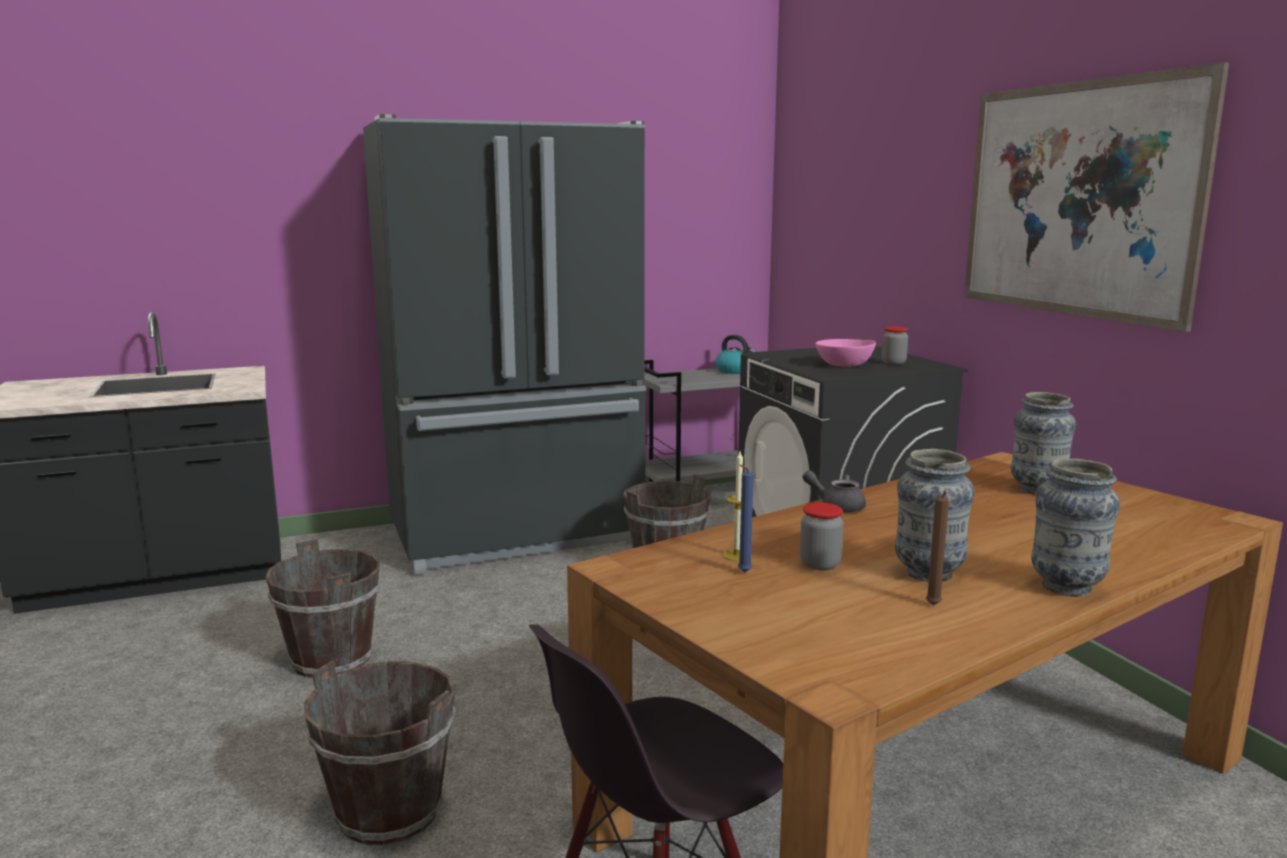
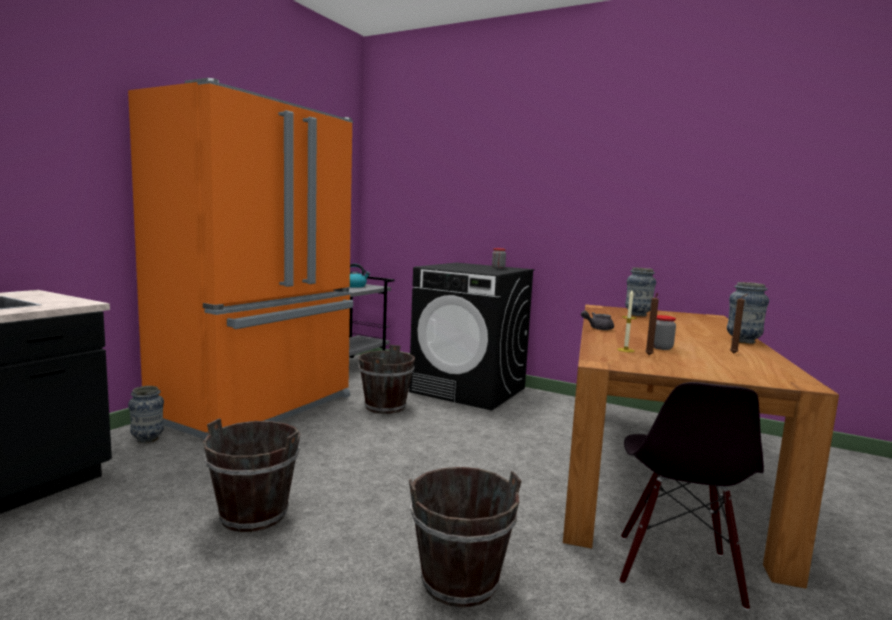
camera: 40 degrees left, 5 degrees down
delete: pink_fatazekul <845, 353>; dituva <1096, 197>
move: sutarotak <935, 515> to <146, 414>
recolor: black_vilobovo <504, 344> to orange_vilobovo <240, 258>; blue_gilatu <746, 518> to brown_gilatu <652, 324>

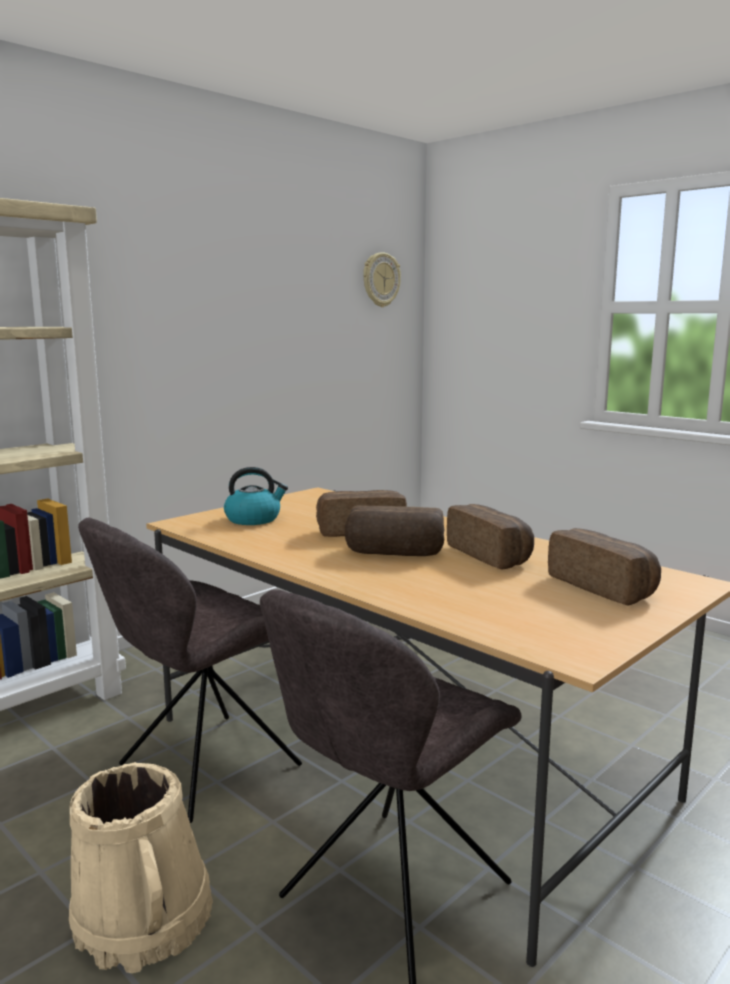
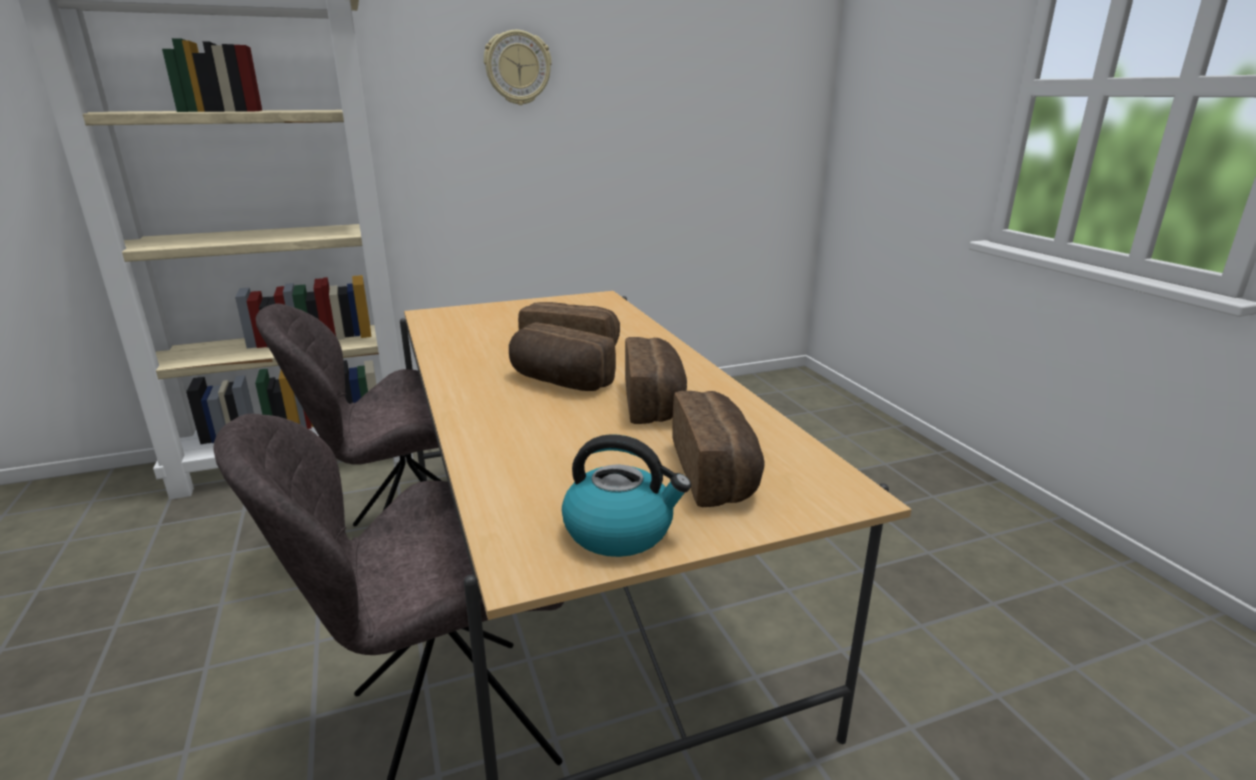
camera: 25 degrees right, 10 degrees up
delete: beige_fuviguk <141, 867>
move: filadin <256, 496> to <626, 495>; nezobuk <382, 279> to <518, 67>

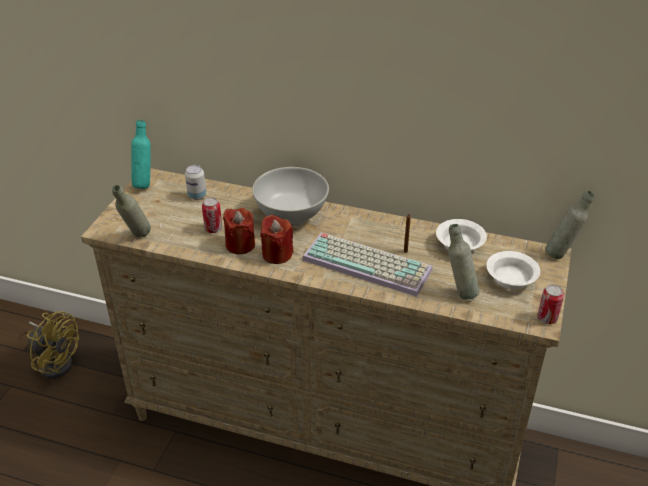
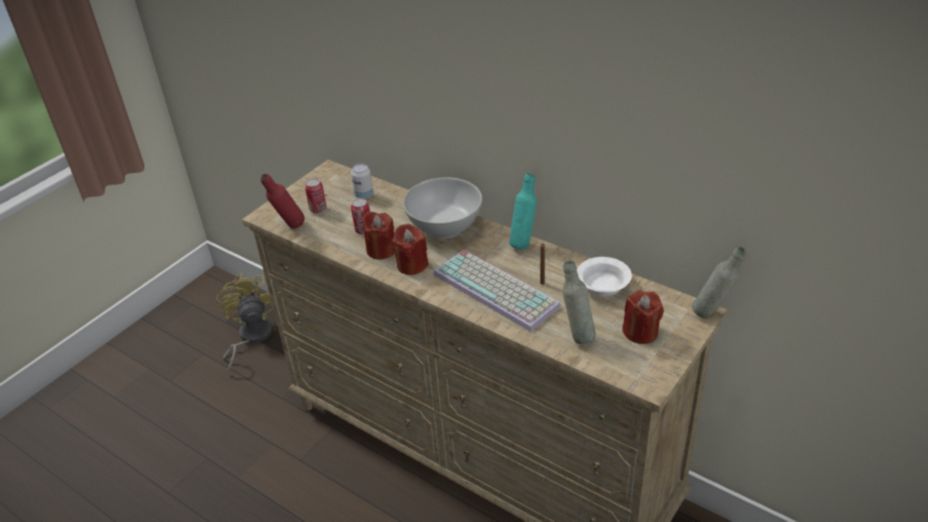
camera: 20 degrees right, 0 degrees up
move: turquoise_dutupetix <141, 154> to <523, 211>; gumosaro <550, 304> to <316, 195>
replace: white_fatazekul <513, 270> to red_gilatu <643, 317>
recolor: grey_dutupetix <131, 211> to red_dutupetix <282, 201>
rotate: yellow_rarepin <53, 345> = <244, 324> 150 degrees counterclockwise

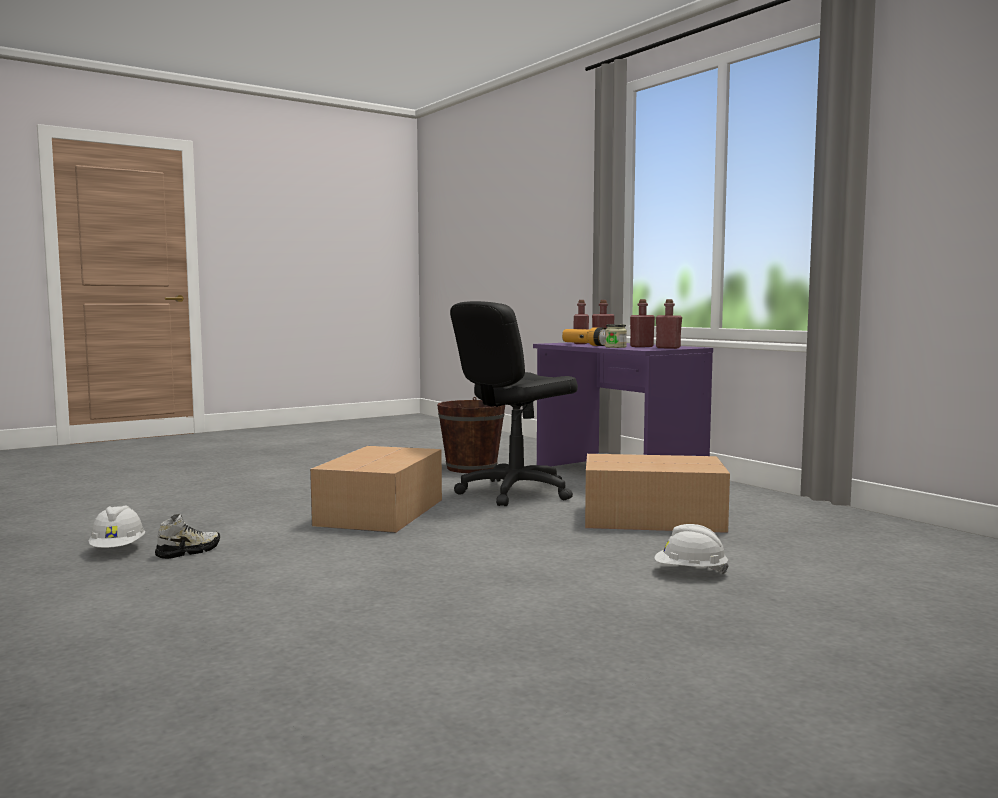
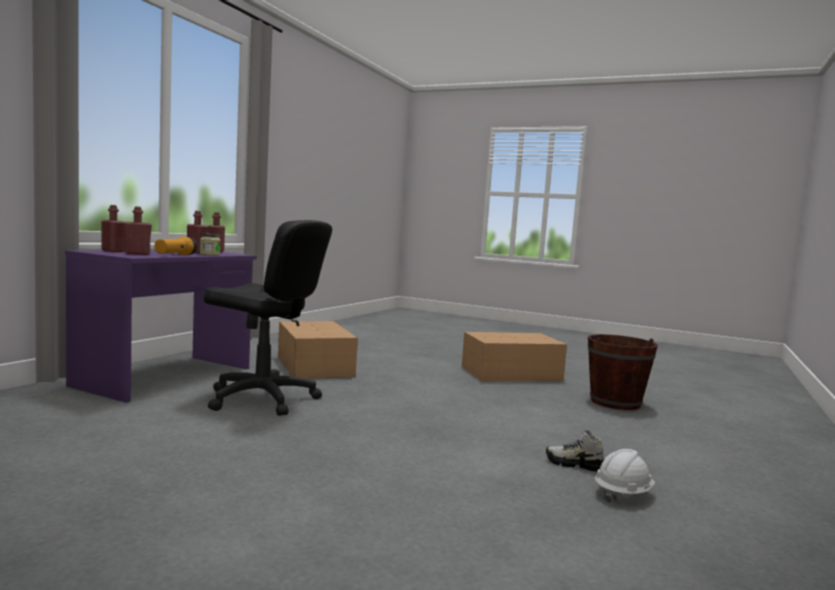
camera: 120 degrees left, 0 degrees up
delete: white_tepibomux <692, 549>
move: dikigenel <376, 489> to <514, 356>; brown_fuviguk <471, 435> to <623, 372>

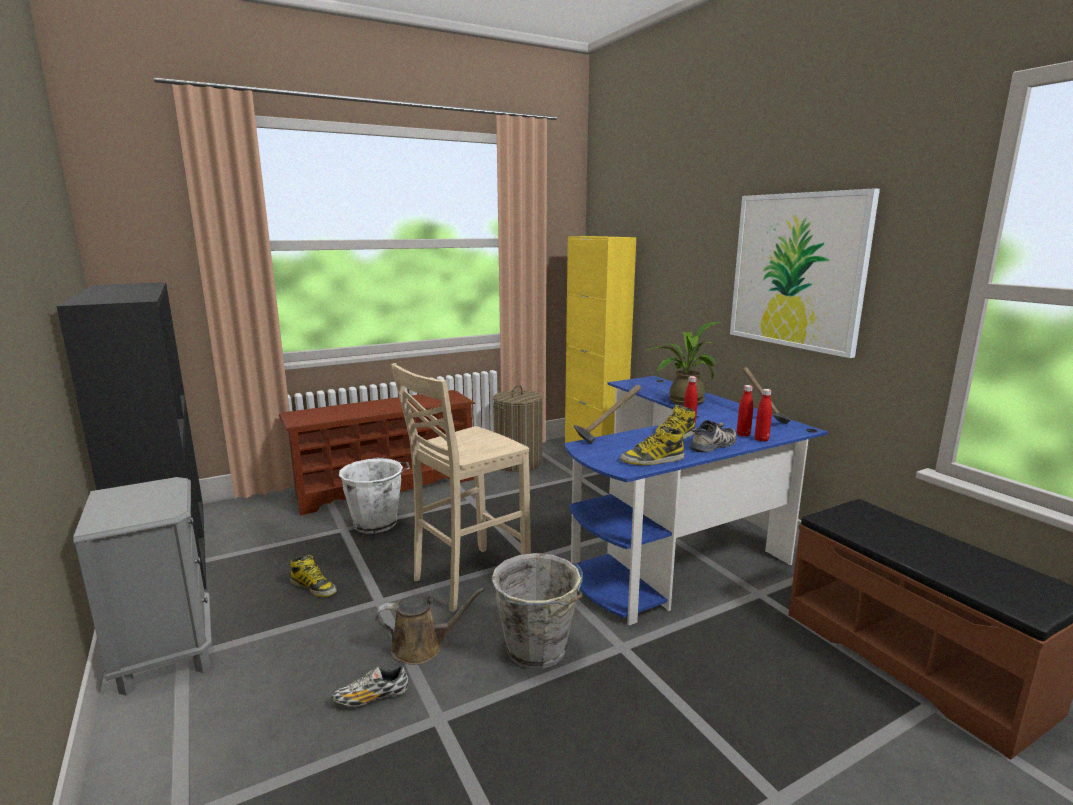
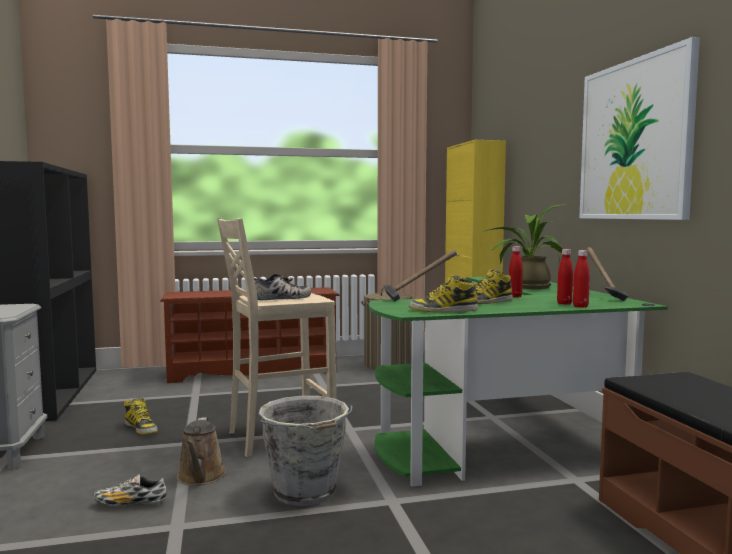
camera: 15 degrees right, 10 degrees down
delete: white_fuviguk <374, 496>
move: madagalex <713, 436> to <283, 287>
recolor: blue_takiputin <696, 500> to green_takiputin <518, 382>
rotate: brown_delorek <430, 626> = <201, 451> 75 degrees clockwise

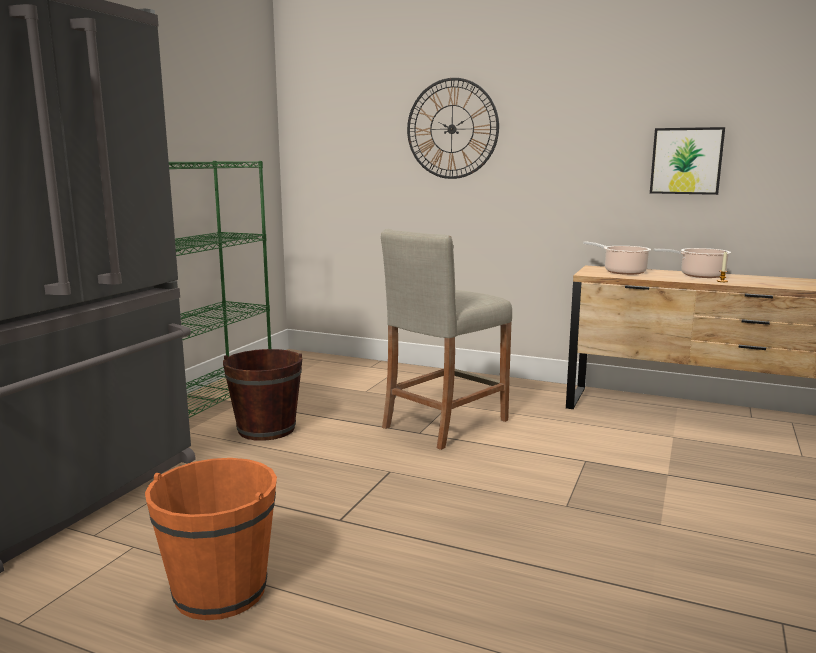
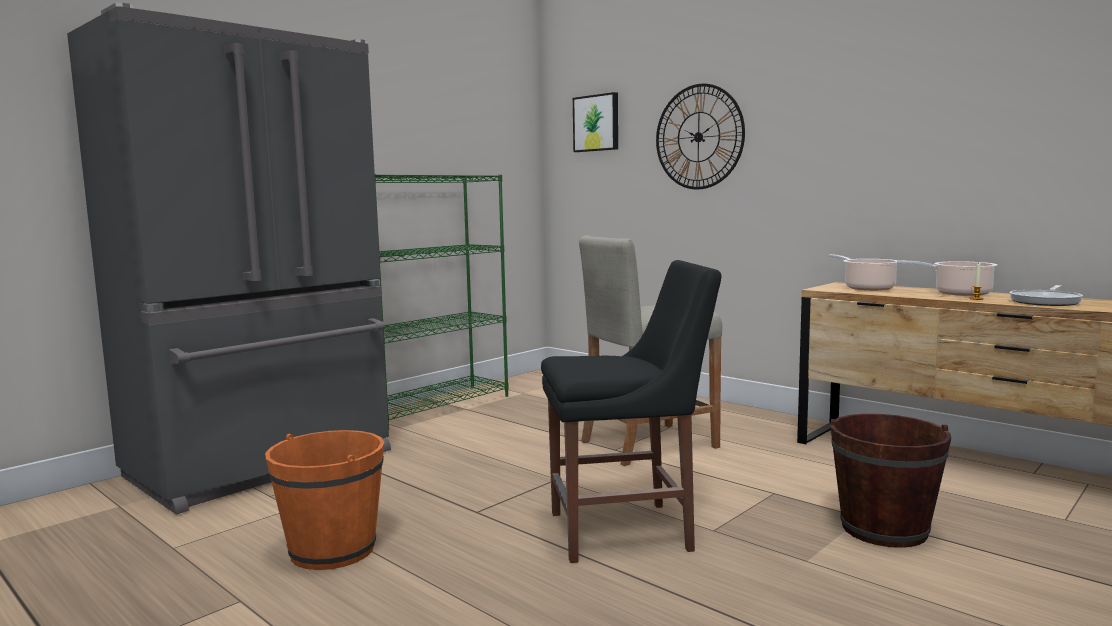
camera: 20 degrees right, 5 degrees down
insert: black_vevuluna <631, 411>; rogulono <1046, 295>
move: brown_fuviguk <263, 395> to <890, 481>; dituva <687, 161> to <595, 122>

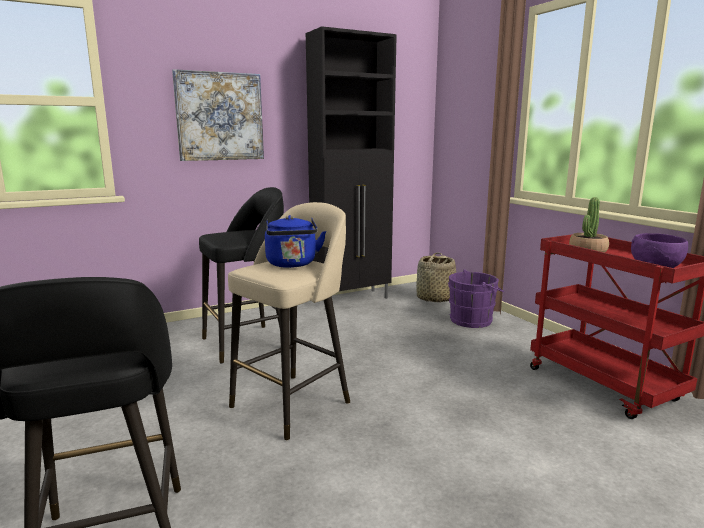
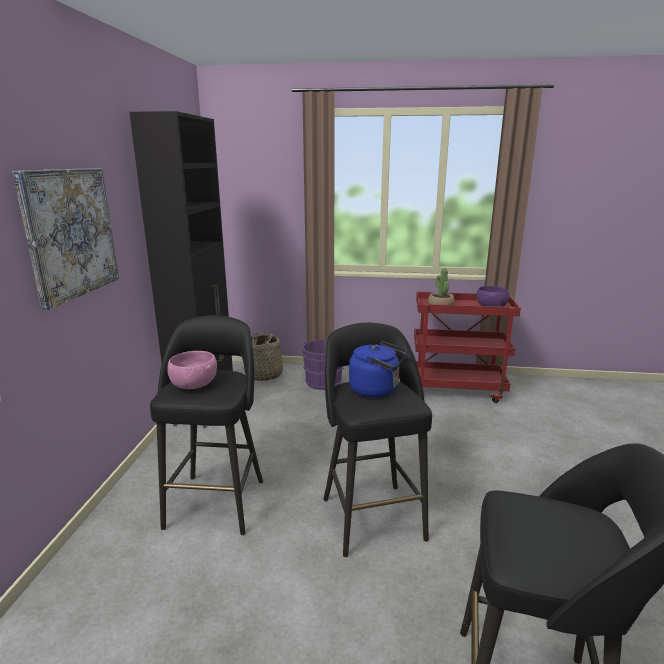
camera: 55 degrees left, 5 degrees up
insert: pink_fatazekul <192, 370>
recolor: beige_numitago <289, 321> to black_numitago <377, 440>

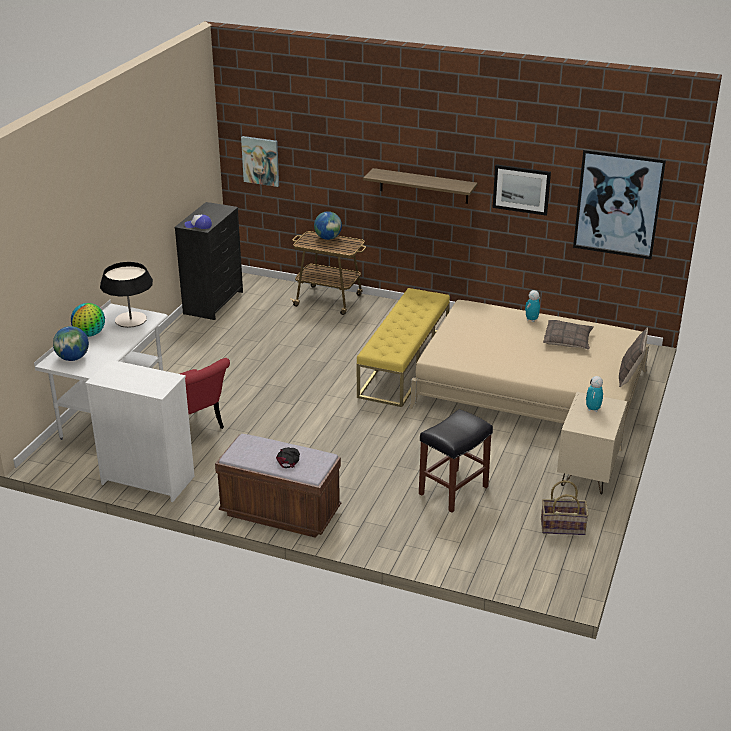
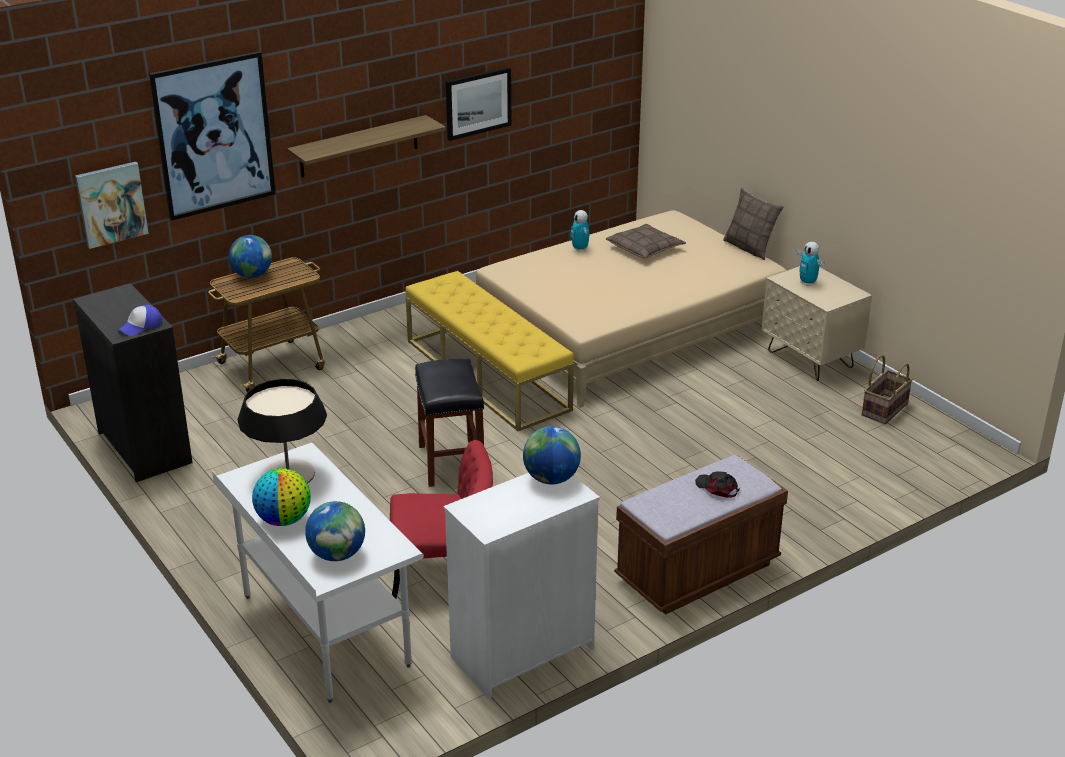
camera: 55 degrees left, 0 degrees up
insert: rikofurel <552, 455>
move: black_numitago <456, 461> to <449, 423>; dituva <619, 204> to <212, 136>

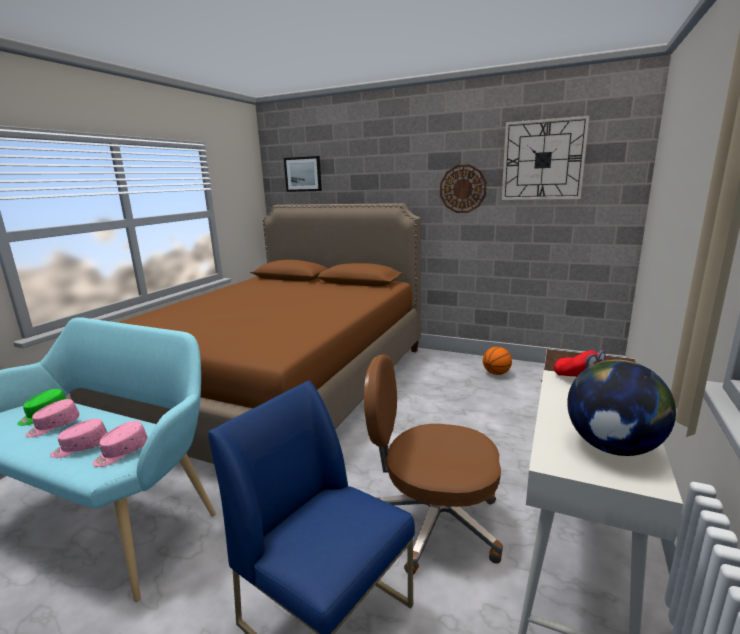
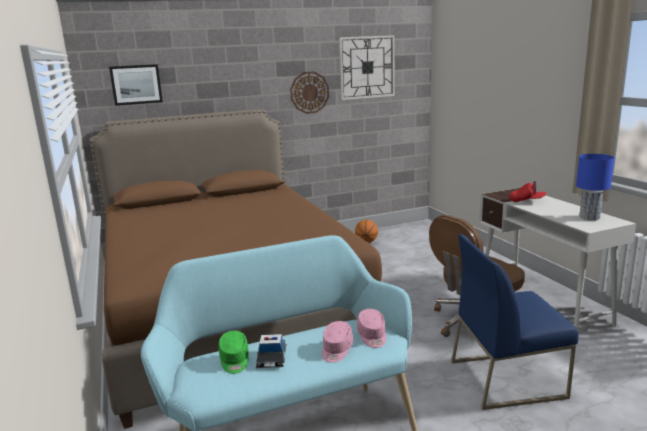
camera: 45 degrees left, 0 degrees up
replace: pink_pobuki <52, 418> to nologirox <271, 351>; rikofurel <621, 408> to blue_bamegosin <595, 187>

